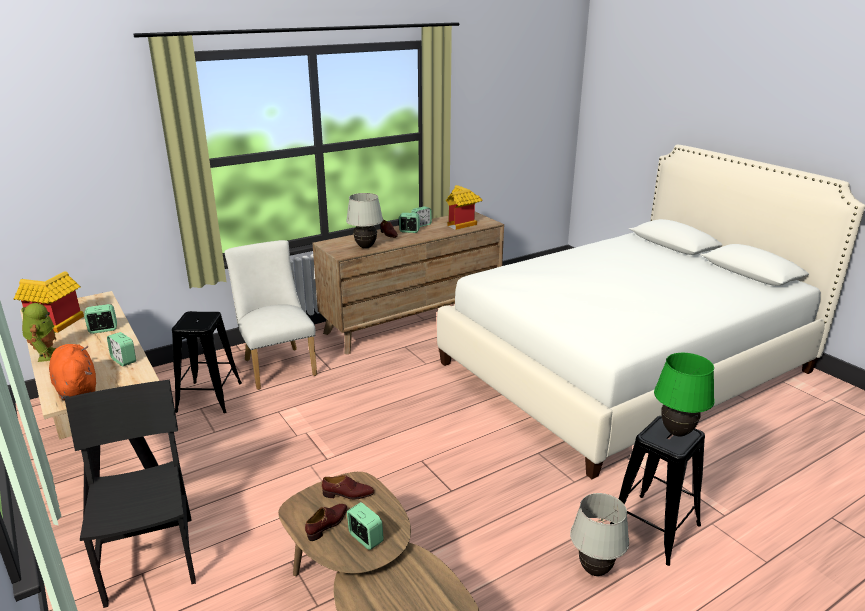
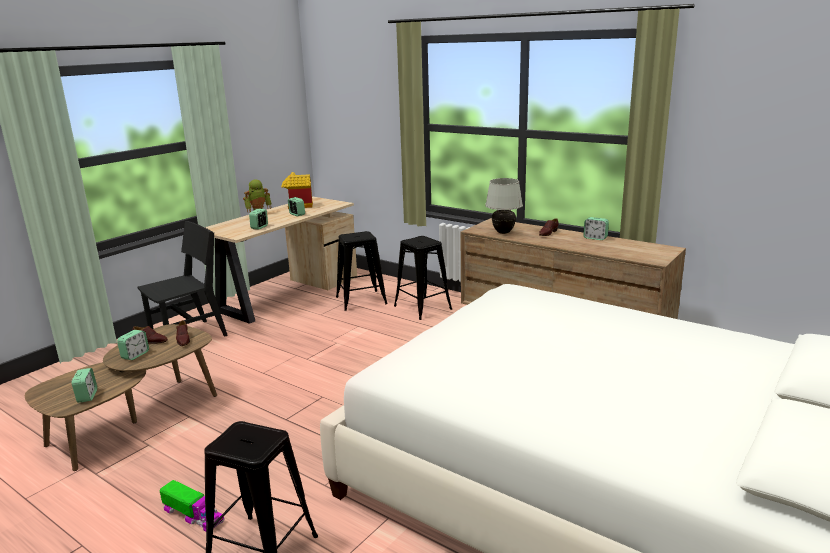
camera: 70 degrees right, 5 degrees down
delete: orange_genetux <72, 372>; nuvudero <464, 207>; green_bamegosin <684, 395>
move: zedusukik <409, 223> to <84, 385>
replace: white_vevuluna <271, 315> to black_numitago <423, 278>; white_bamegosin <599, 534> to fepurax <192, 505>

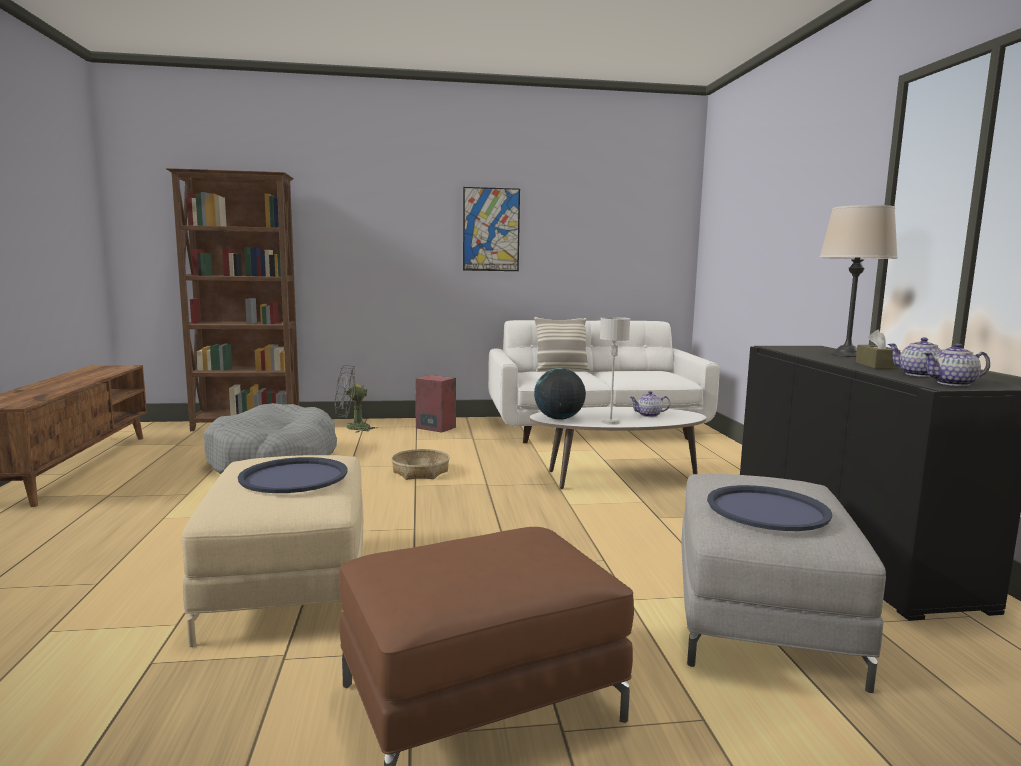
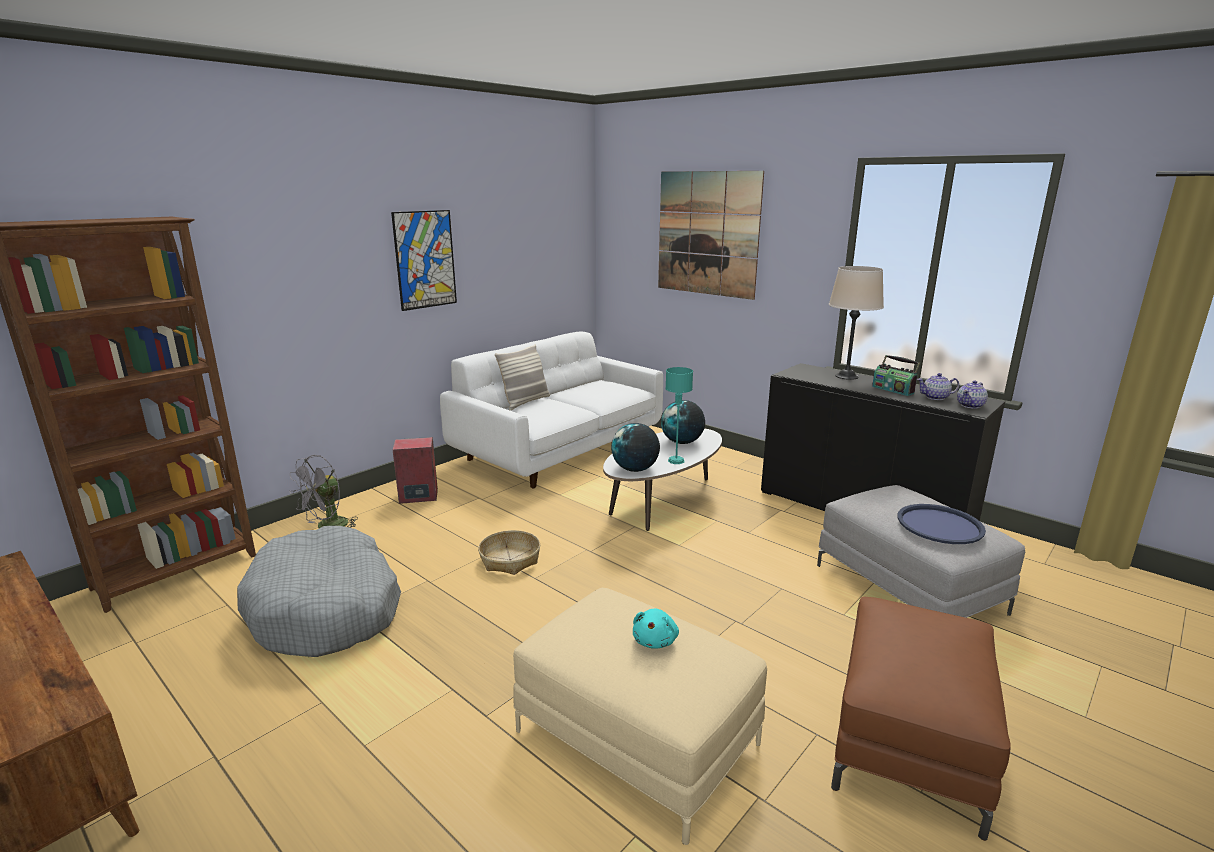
camera: 40 degrees left, 10 degrees up
insert: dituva <711, 235>
replace: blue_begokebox <292, 475> to turquoise_genetux <656, 629>; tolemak <650, 404> to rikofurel <683, 422>; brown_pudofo <878, 349> to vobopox <896, 375>
recolor: grey_bamegosin <615, 371> to turquoise_bamegosin <679, 415>

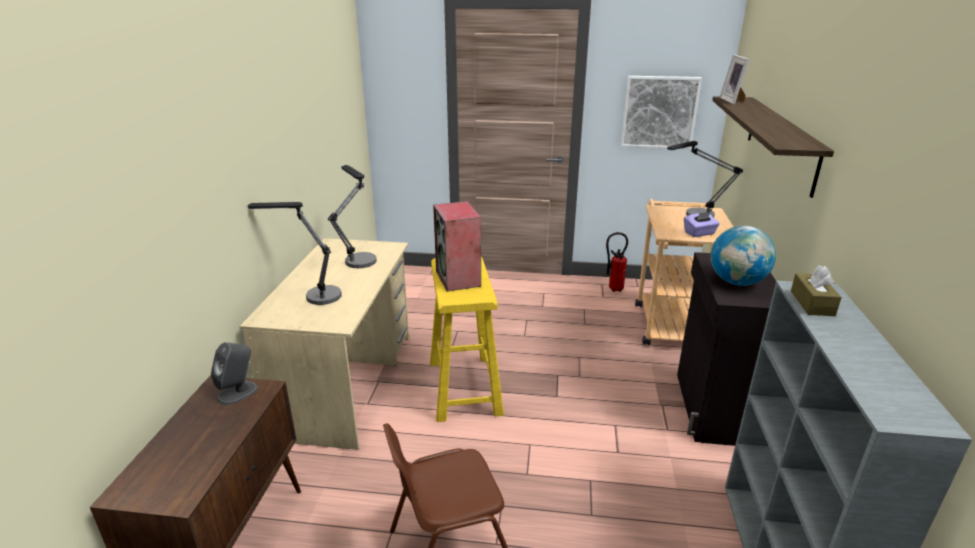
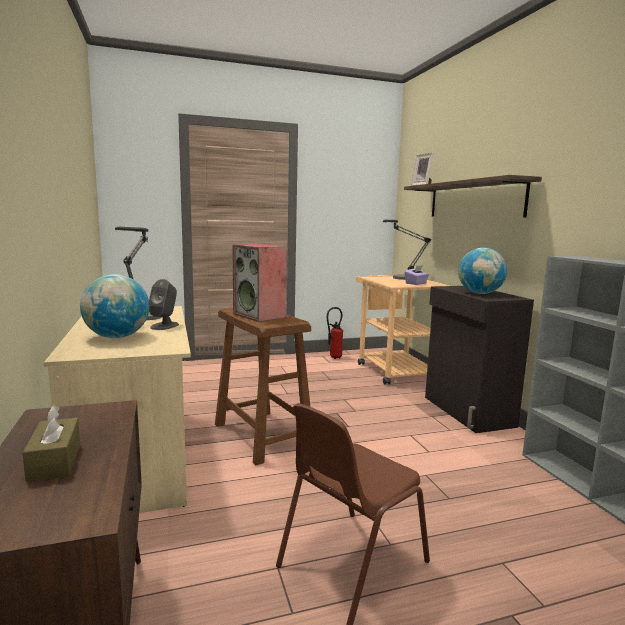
camera: 25 degrees left, 15 degrees down
delete: dituva <661, 112>
move: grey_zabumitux <234, 373> to <164, 304>; brown_pudofo <816, 290> to <51, 443>
replace: bamegosin <295, 253> to rikofurel <114, 306>
recolor: yellow_numitago <467, 339> to brown_numitago <263, 386>

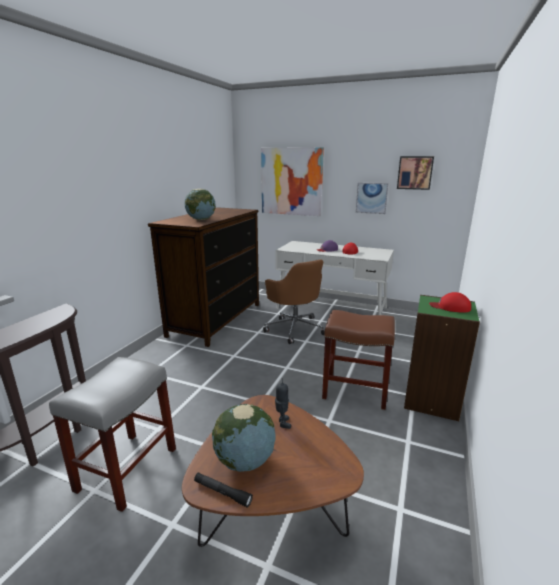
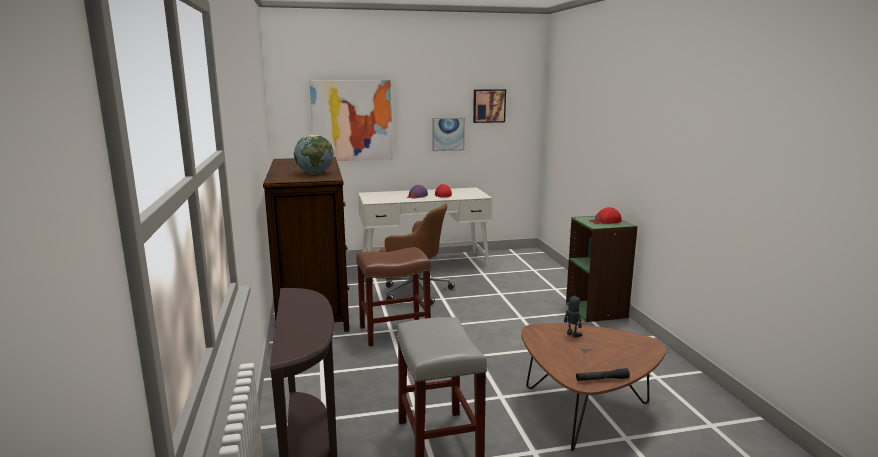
camera: 35 degrees left, 5 degrees down
delete: rikofurel <244, 438>
move: brown_numitago <358, 360> to <393, 297>

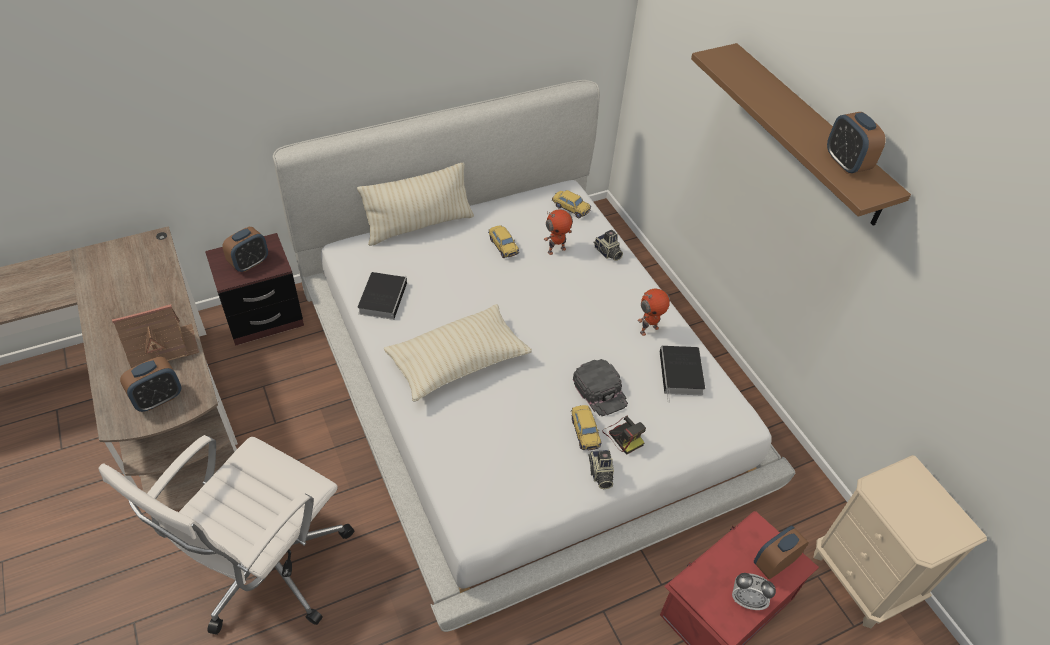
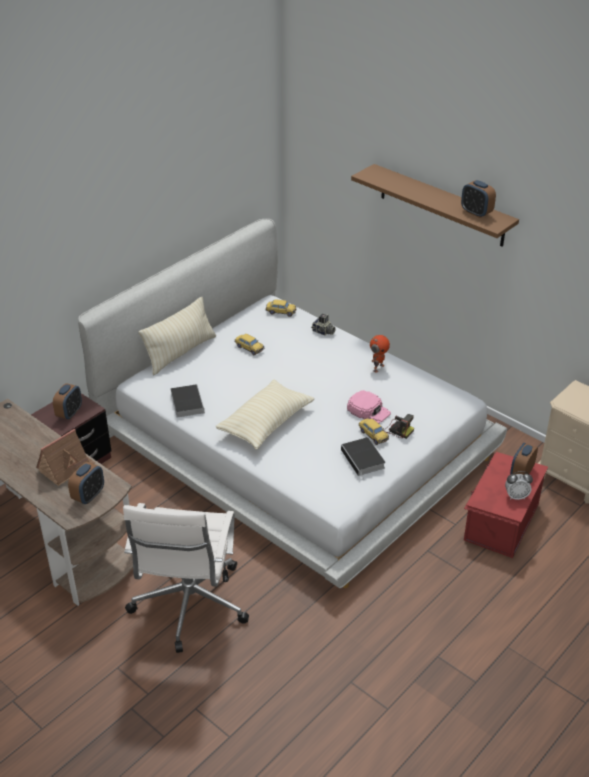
camera: 20 degrees left, 10 degrees down
delete: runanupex <558, 232>; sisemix <601, 469>
move: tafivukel <682, 374> to <363, 459>
recolor: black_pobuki <600, 387> to pink_pobuki <369, 407>

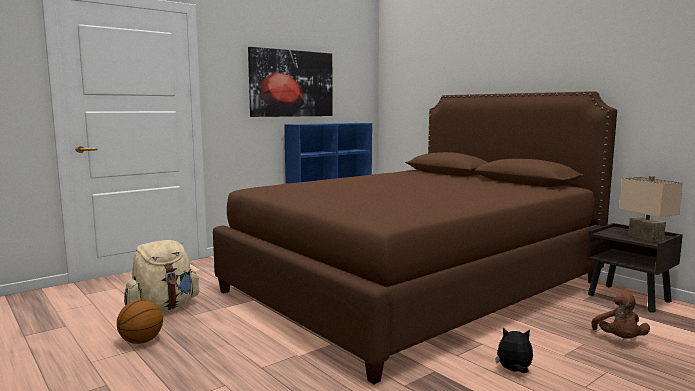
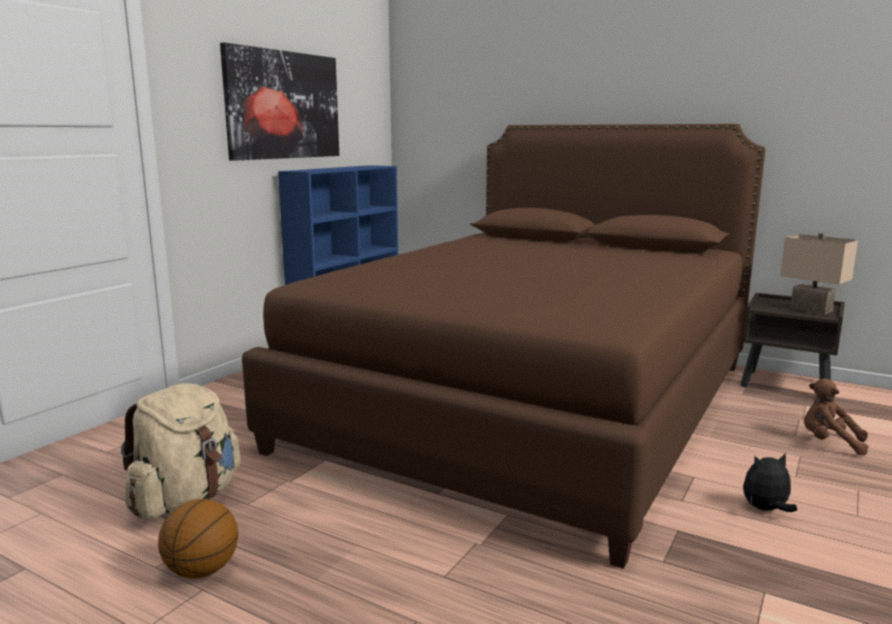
camera: 20 degrees left, 5 degrees up
rotate: brown_genetux <621, 315> = <836, 417> 135 degrees clockwise

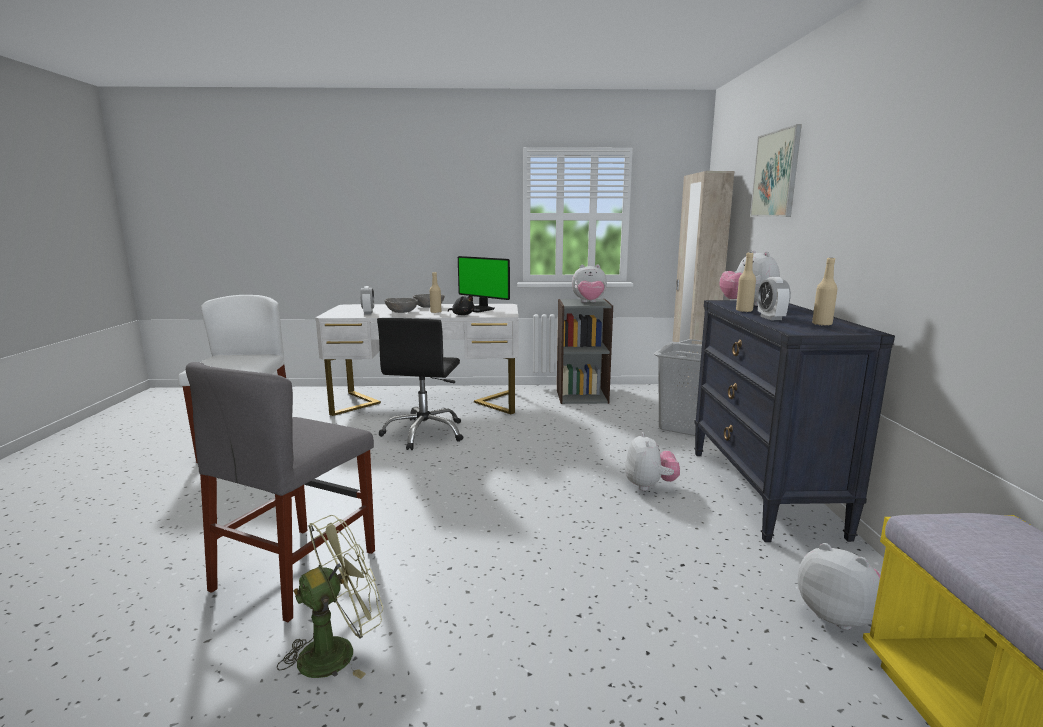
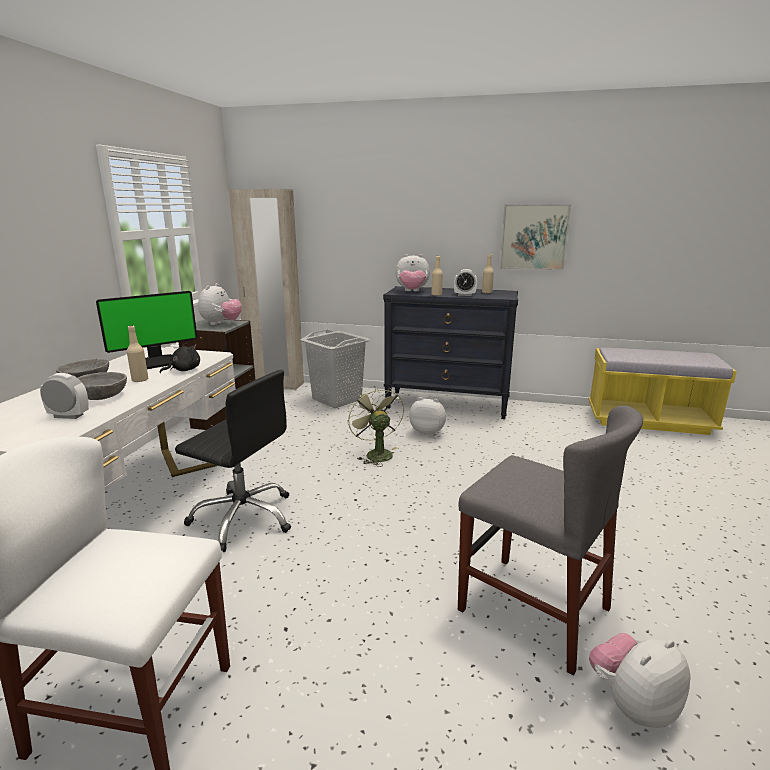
camera: 75 degrees left, 5 degrees up
move: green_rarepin <330, 597> to <375, 426>; dituva <776, 170> to <535, 237>; genetux <839, 586> to <639, 680>

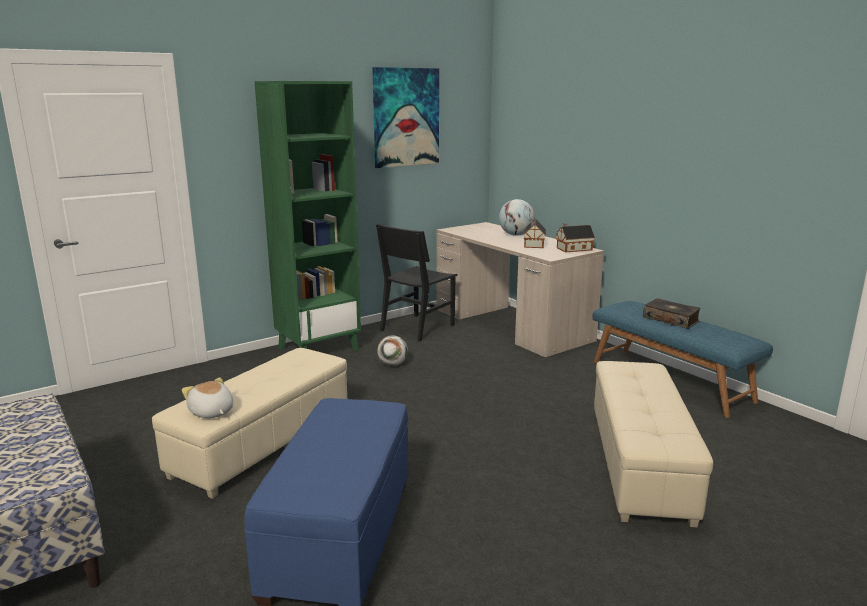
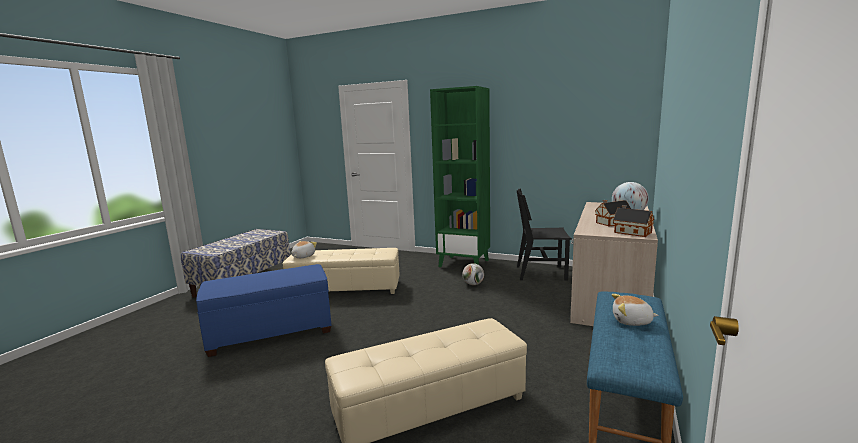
camera: 60 degrees right, 5 degrees down
delete: dituva <405, 117>
replace: tafivukel <672, 313> to genetux <635, 310>

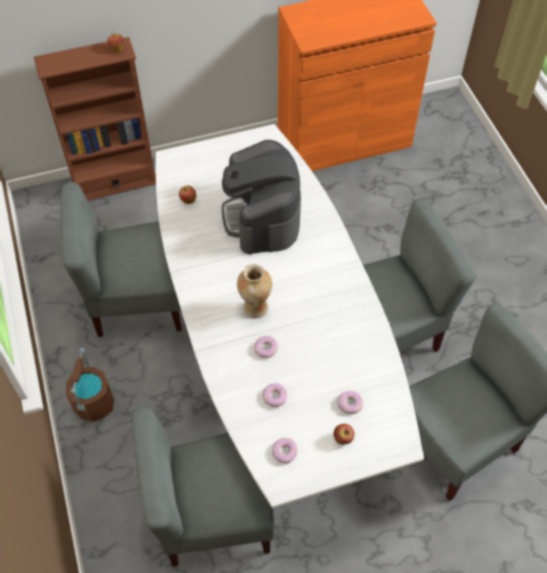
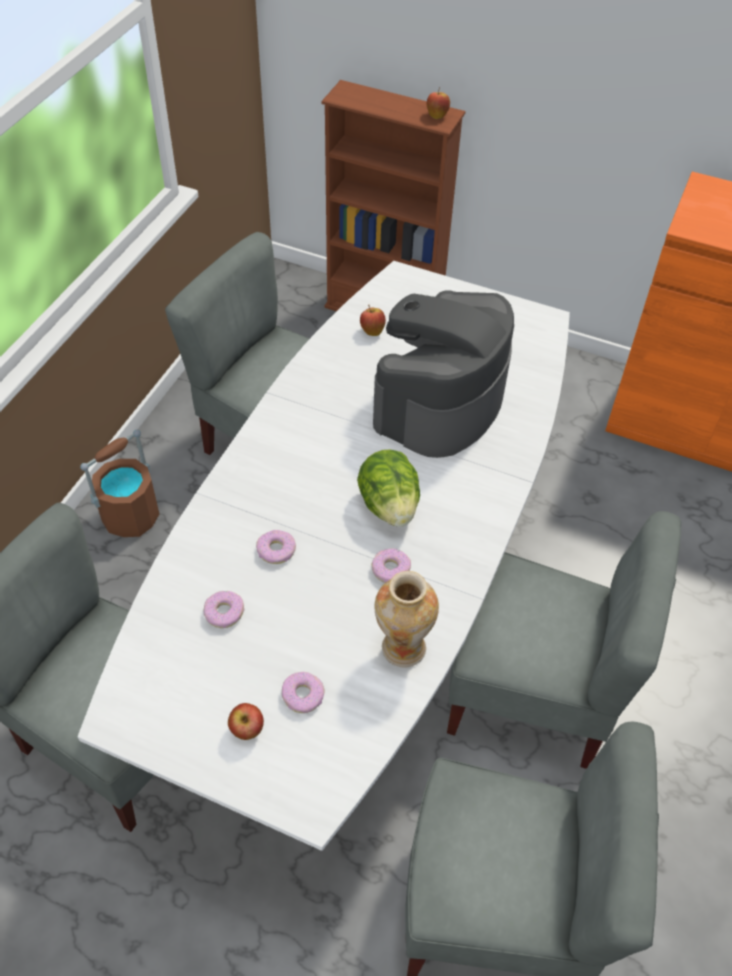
camera: 40 degrees right, 5 degrees down
insert: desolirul <388, 488>
move: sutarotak <254, 291> to <406, 619>; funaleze <285, 450> to <391, 565>

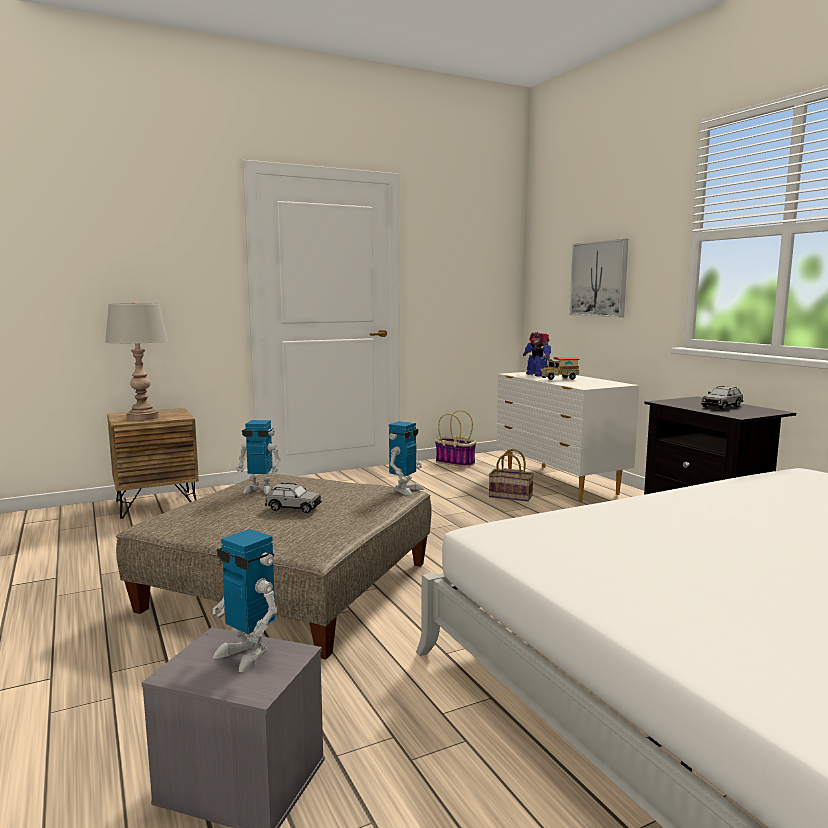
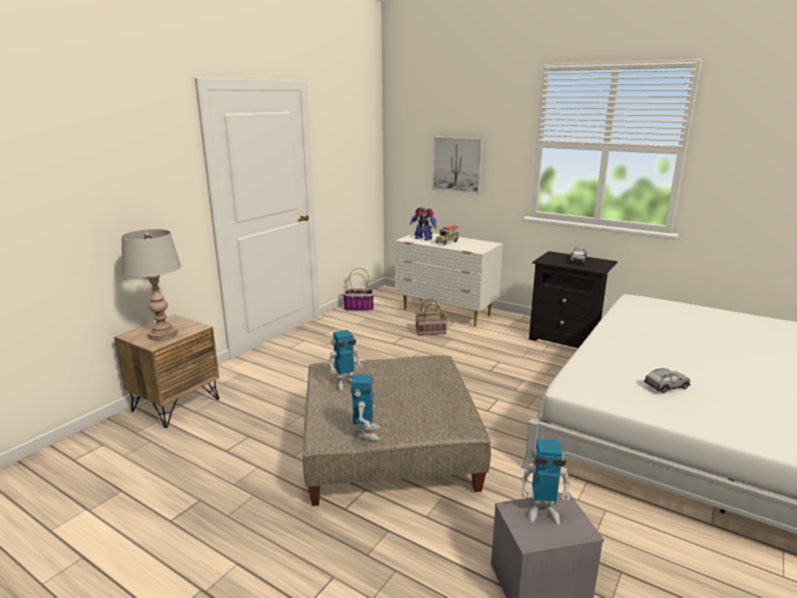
camera: 30 degrees left, 10 degrees up
move: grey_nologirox <293, 498> to <667, 380>; runanupex <406, 458> to <365, 407>

